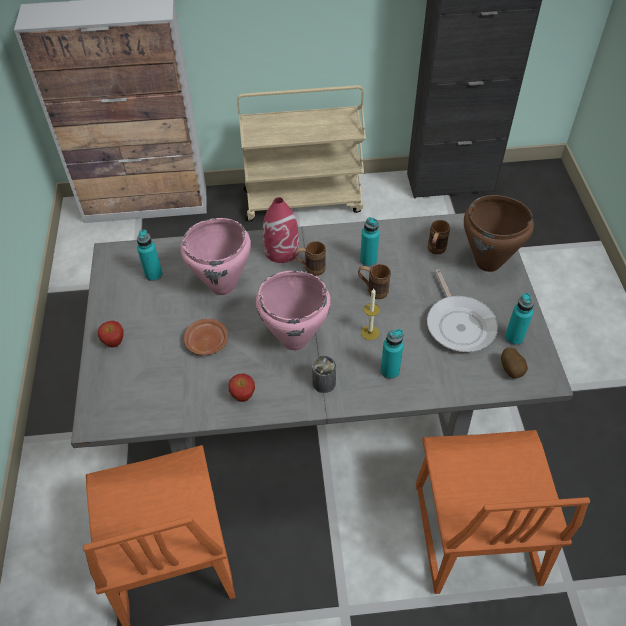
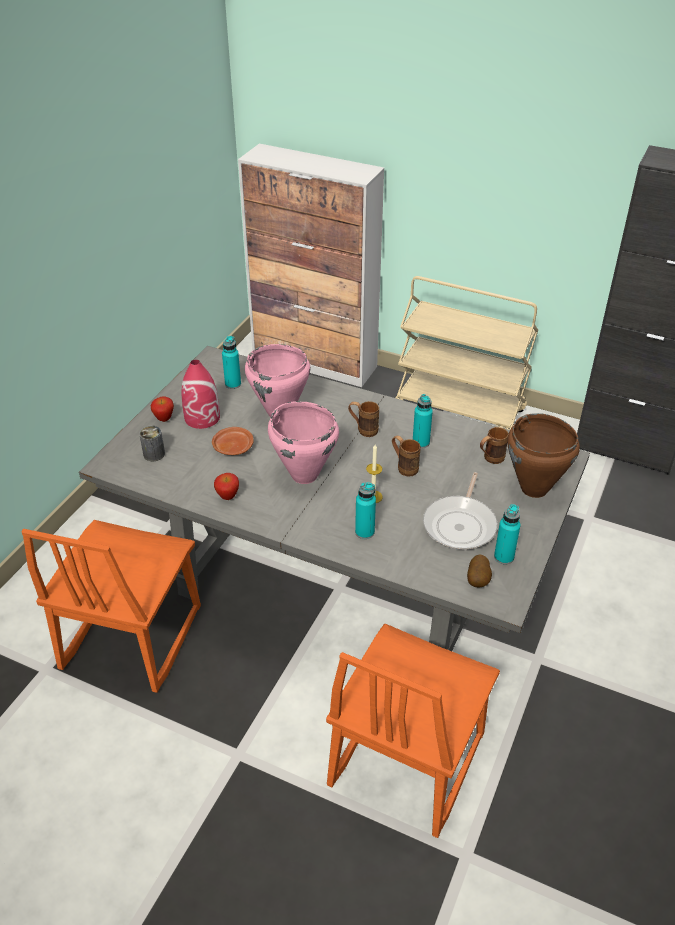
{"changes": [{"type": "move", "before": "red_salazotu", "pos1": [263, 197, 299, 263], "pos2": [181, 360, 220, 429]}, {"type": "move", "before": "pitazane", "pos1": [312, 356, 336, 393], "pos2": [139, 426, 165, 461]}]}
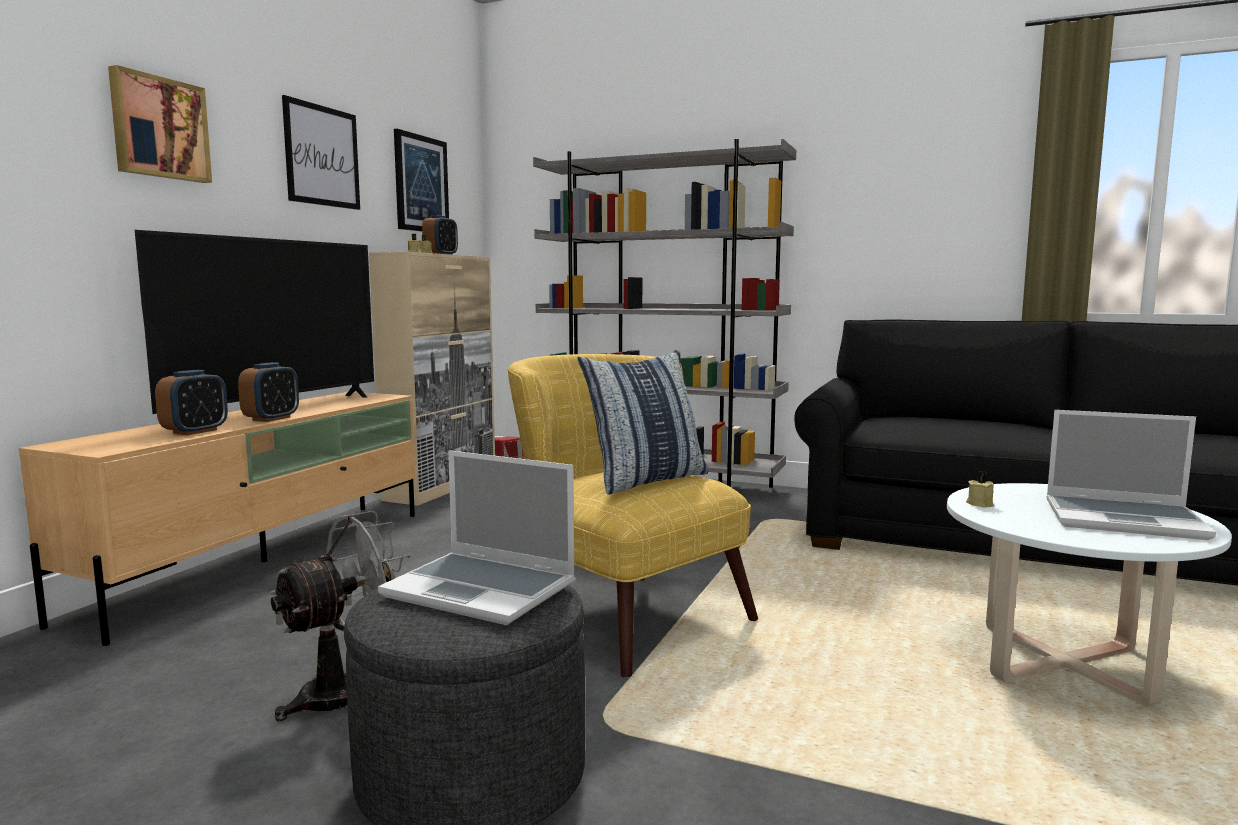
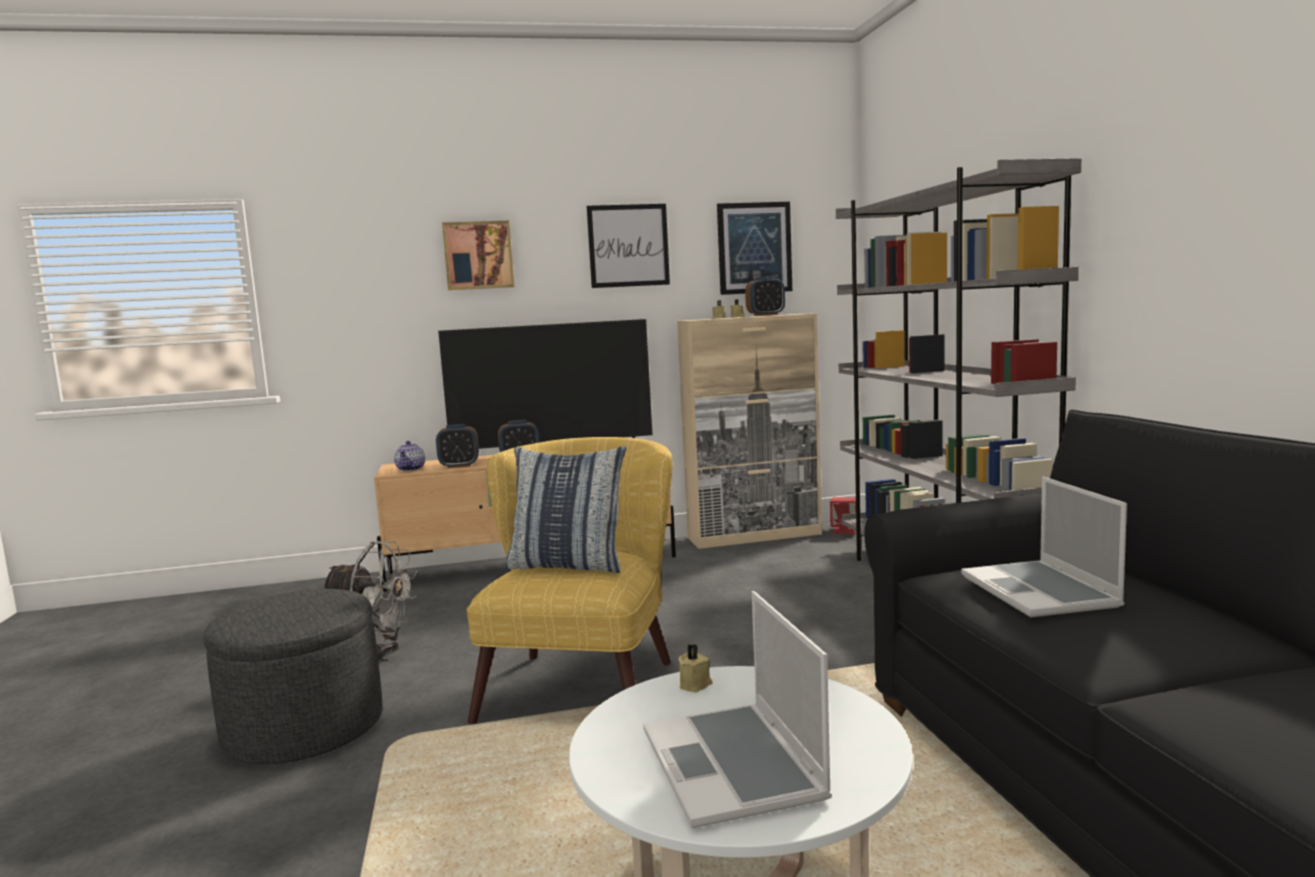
{"changes": [{"type": "move", "before": "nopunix", "pos1": [378, 450, 575, 625], "pos2": [961, 477, 1127, 617]}, {"type": "insert", "after": "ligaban", "pos2": [394, 441, 425, 471]}]}
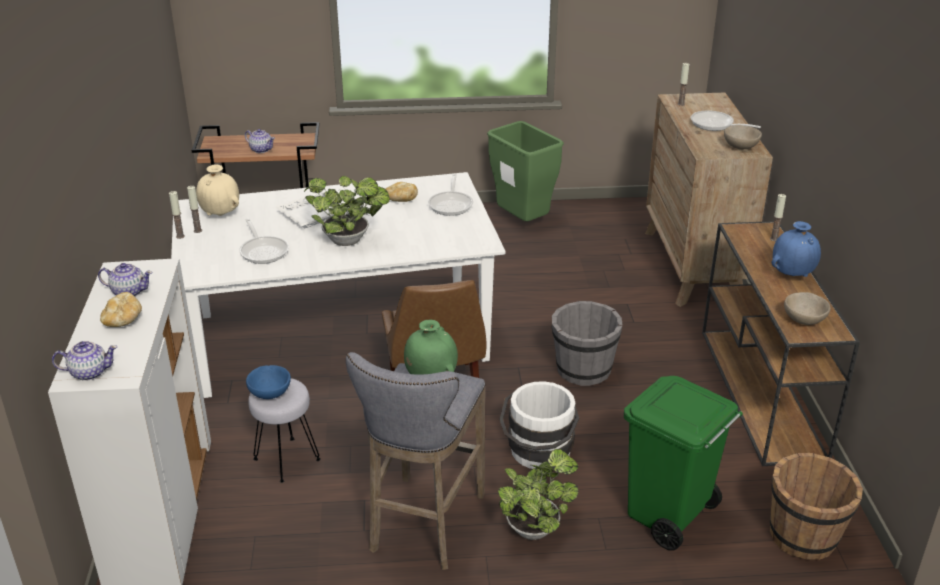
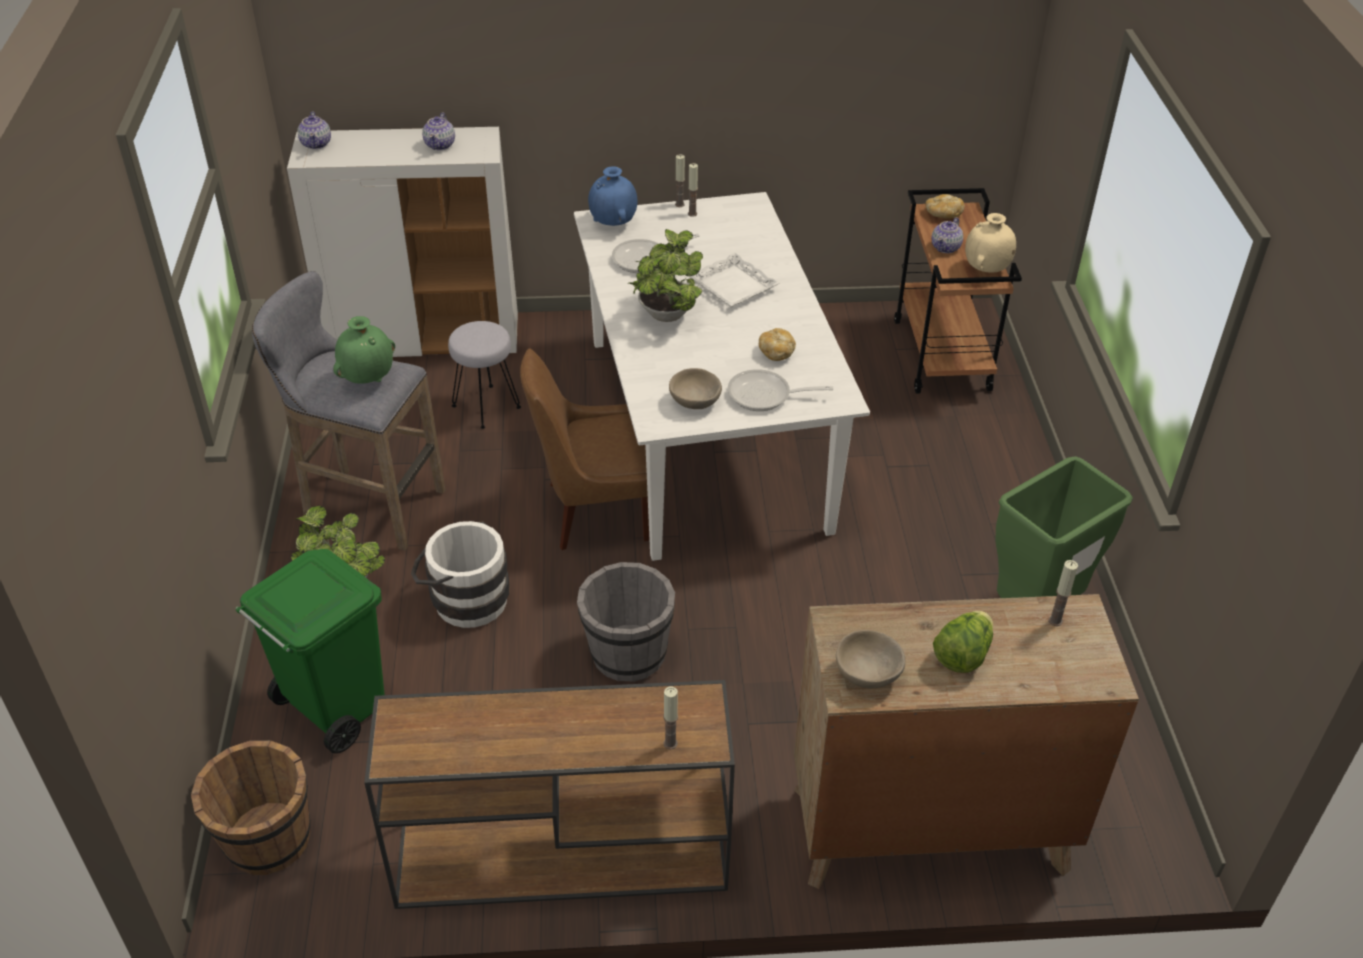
{"changes": [{"type": "replace", "before": "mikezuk", "after": "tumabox", "pos1": [691, 110, 761, 131], "pos2": [933, 611, 993, 673]}, {"type": "move", "before": "beige_salazotu", "pos1": [196, 165, 239, 216], "pos2": [965, 213, 1016, 273]}, {"type": "move", "before": "blue_salazotu", "pos1": [772, 221, 821, 277], "pos2": [588, 166, 638, 226]}, {"type": "move", "before": "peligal", "pos1": [100, 292, 142, 327], "pos2": [925, 194, 965, 219]}, {"type": "move", "before": "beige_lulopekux", "pos1": [784, 292, 830, 325], "pos2": [669, 368, 722, 409]}, {"type": "delete", "before": "blue_lulopekux", "pos1": [246, 365, 291, 399]}]}
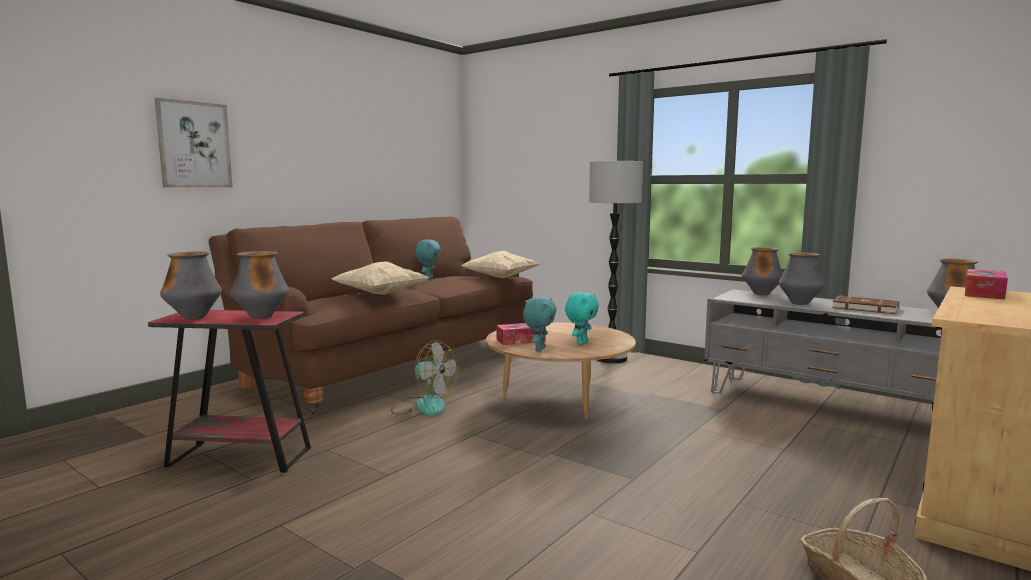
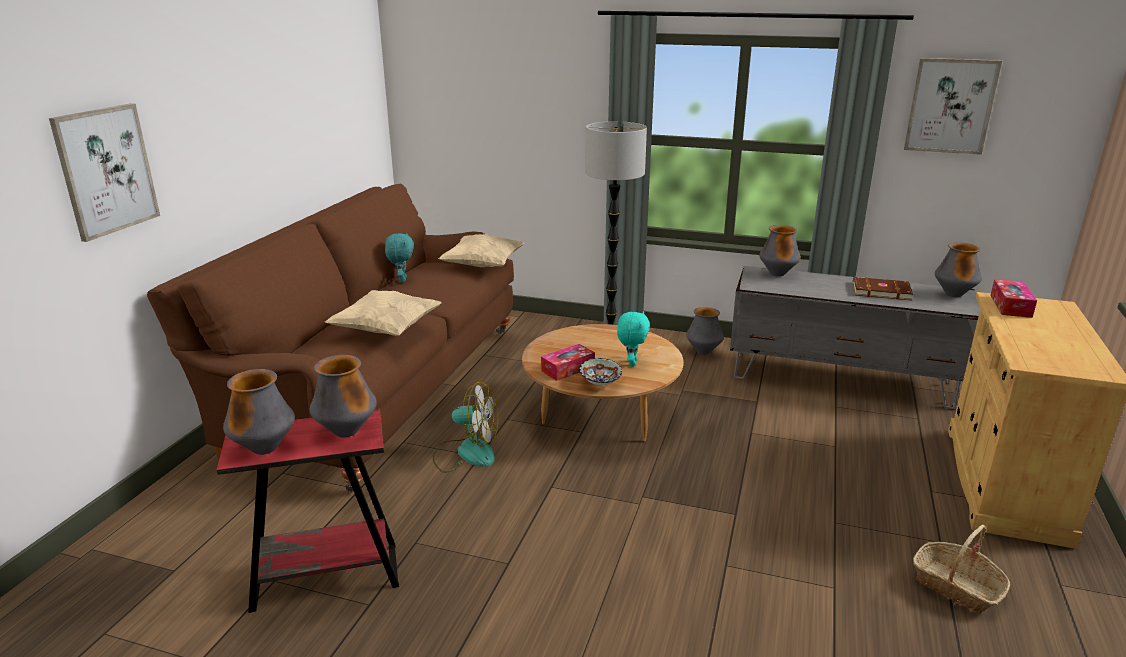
{"changes": [{"type": "move", "before": "salazotu", "pos1": [778, 252, 825, 305], "pos2": [686, 307, 724, 355]}, {"type": "replace", "before": "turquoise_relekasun", "after": "lulopekux", "pos1": [523, 297, 557, 351], "pos2": [579, 358, 622, 386]}, {"type": "insert", "after": "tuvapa", "pos2": [904, 58, 1002, 155]}]}
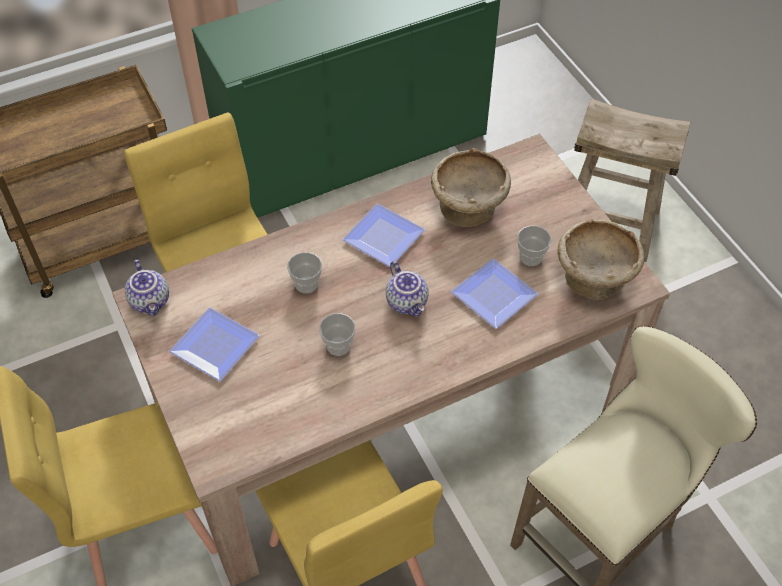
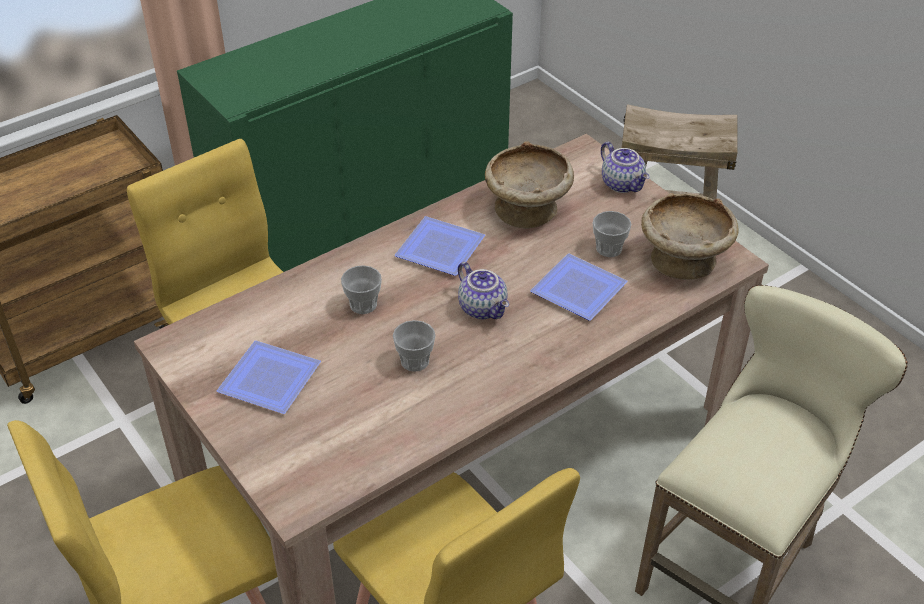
{"changes": [{"type": "move", "before": "ligaban", "pos1": [125, 259, 169, 316], "pos2": [601, 142, 649, 193]}]}
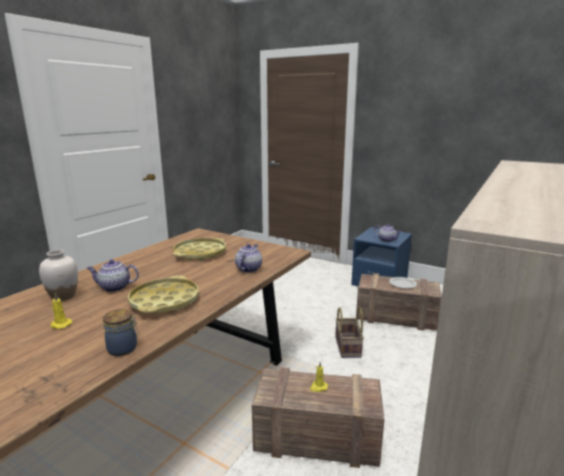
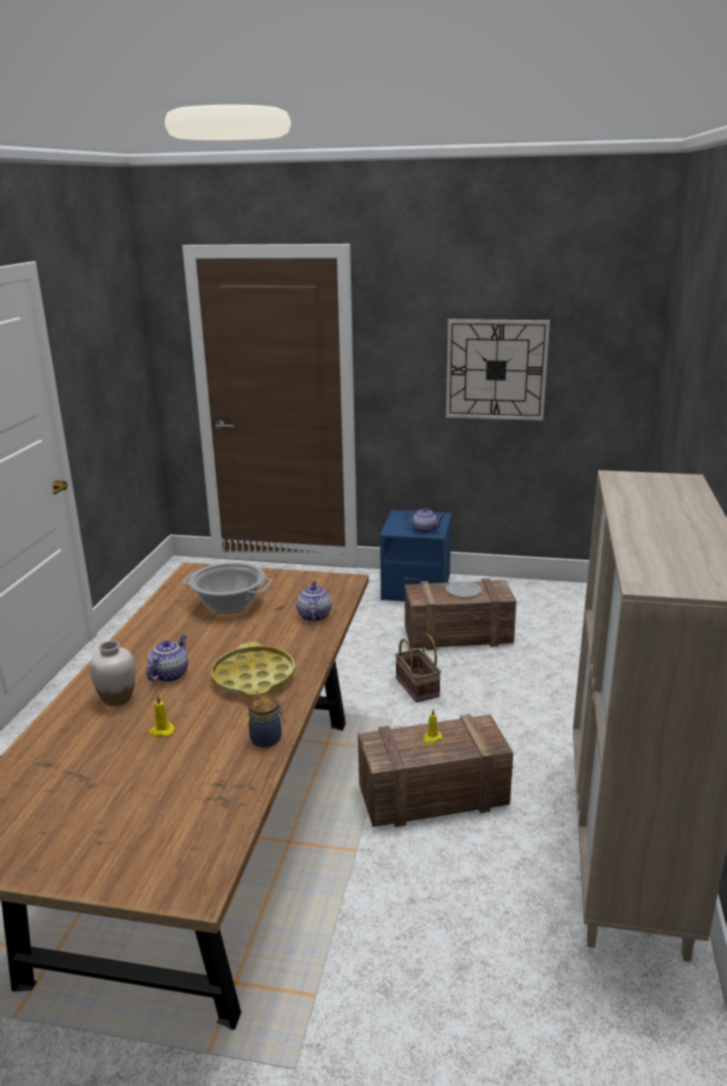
{"changes": [{"type": "replace", "before": "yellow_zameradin", "after": "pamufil", "pos1": [173, 238, 226, 261], "pos2": [182, 562, 273, 614]}, {"type": "rotate", "before": "ligaban", "pos1": [87, 260, 139, 292], "pos2": [146, 635, 188, 682], "turn": 135}, {"type": "insert", "after": "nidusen", "pos2": [446, 319, 550, 421]}]}
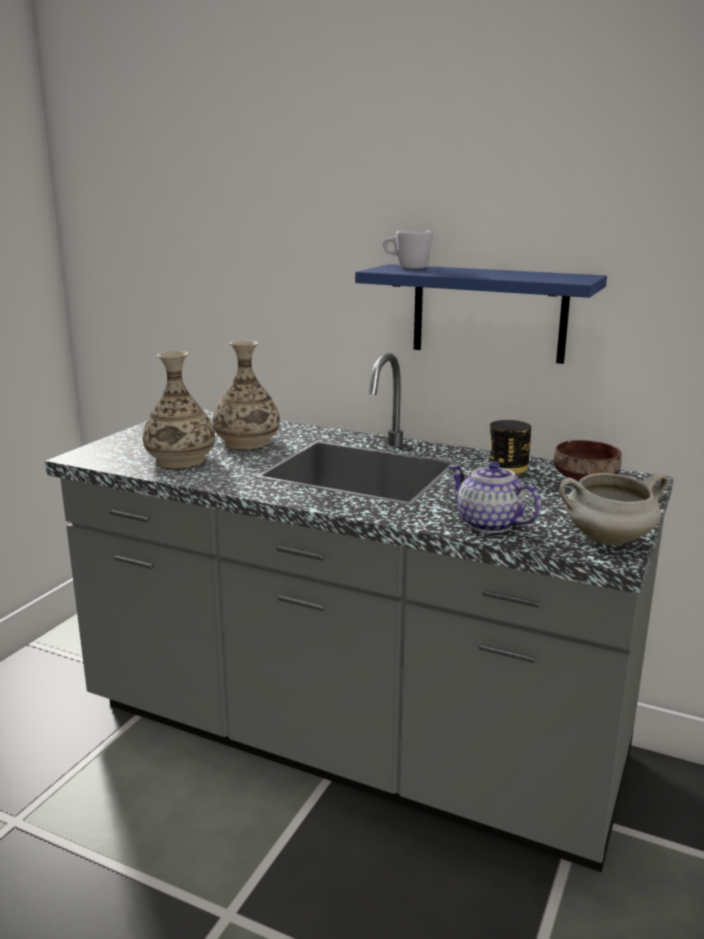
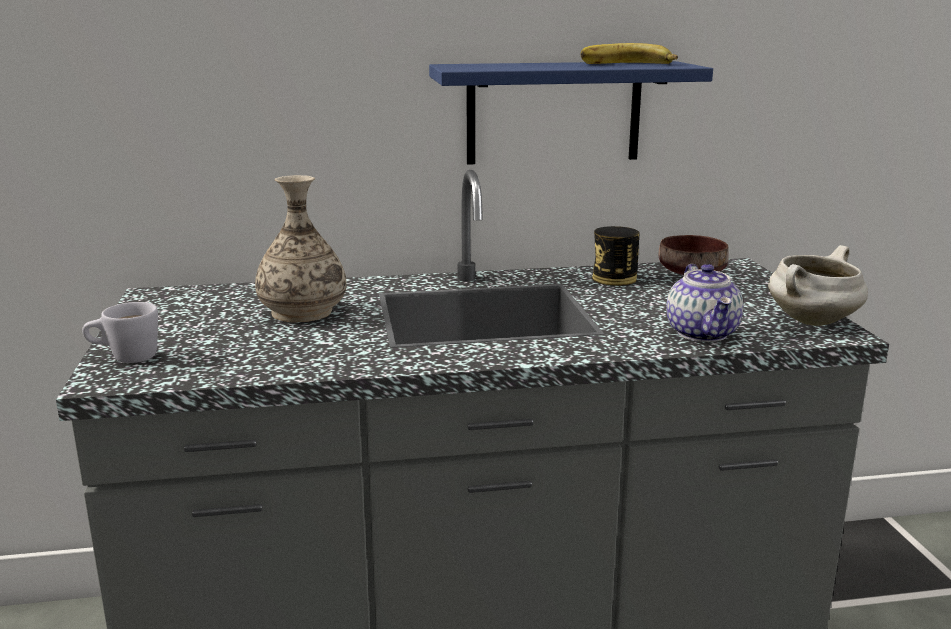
{"changes": [{"type": "move", "before": "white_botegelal", "pos1": [383, 230, 433, 269], "pos2": [82, 302, 158, 363]}, {"type": "delete", "before": "salazotu", "pos1": [143, 351, 215, 468]}, {"type": "rotate", "before": "ligaban", "pos1": [448, 461, 541, 533], "pos2": [667, 264, 743, 342], "turn": -105}, {"type": "insert", "after": "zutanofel", "pos2": [580, 43, 678, 64]}]}
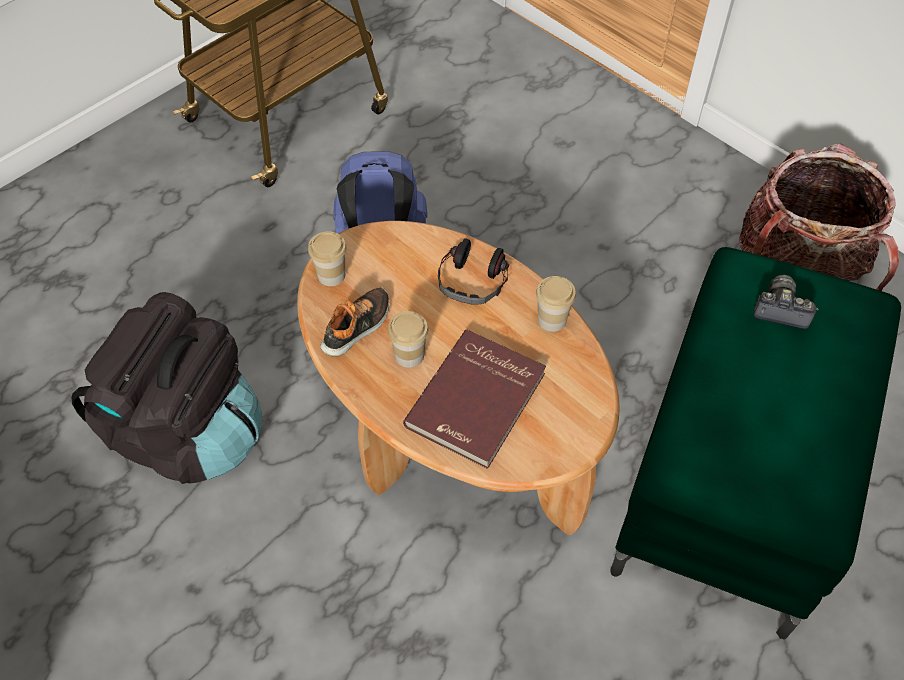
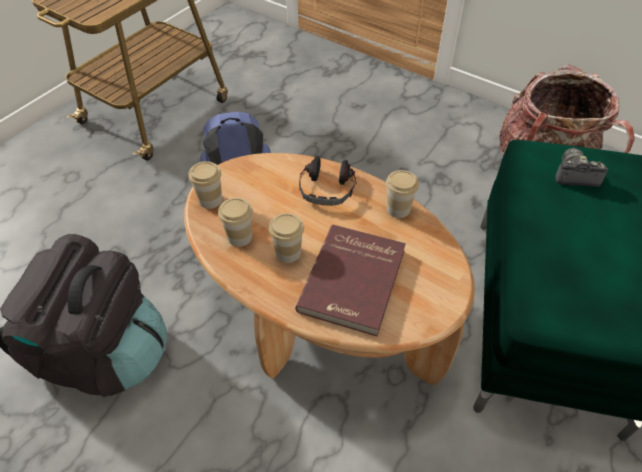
{"changes": [{"type": "replace", "before": "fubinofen", "after": "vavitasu", "pos1": [320, 287, 389, 357], "pos2": [218, 198, 253, 247]}]}
